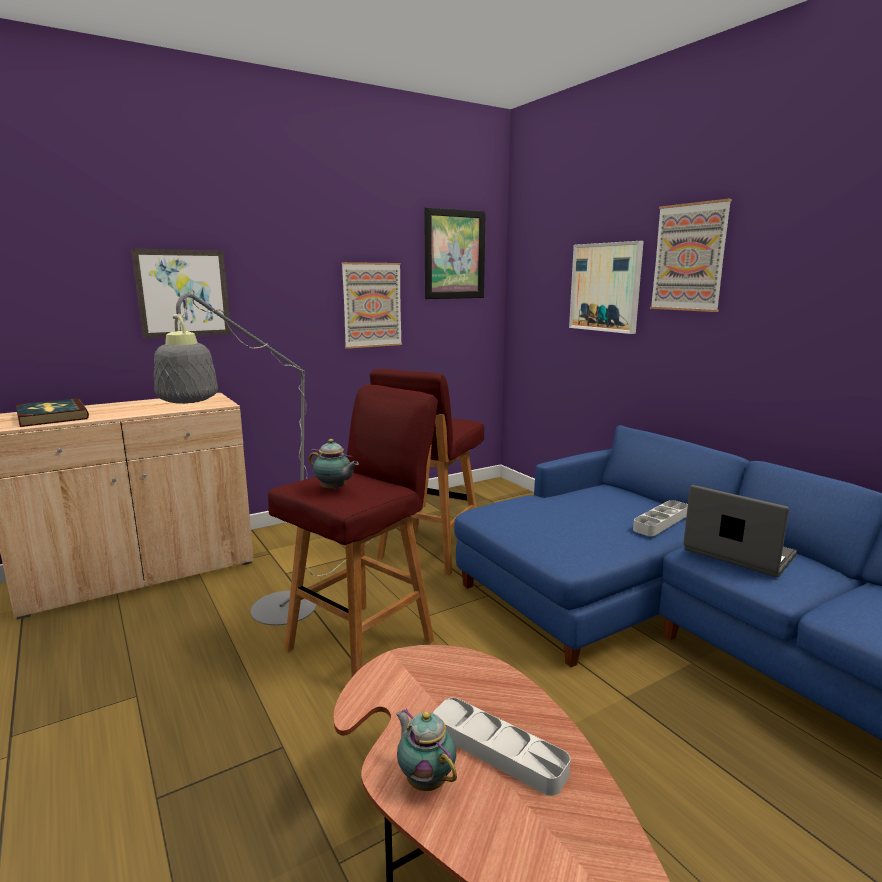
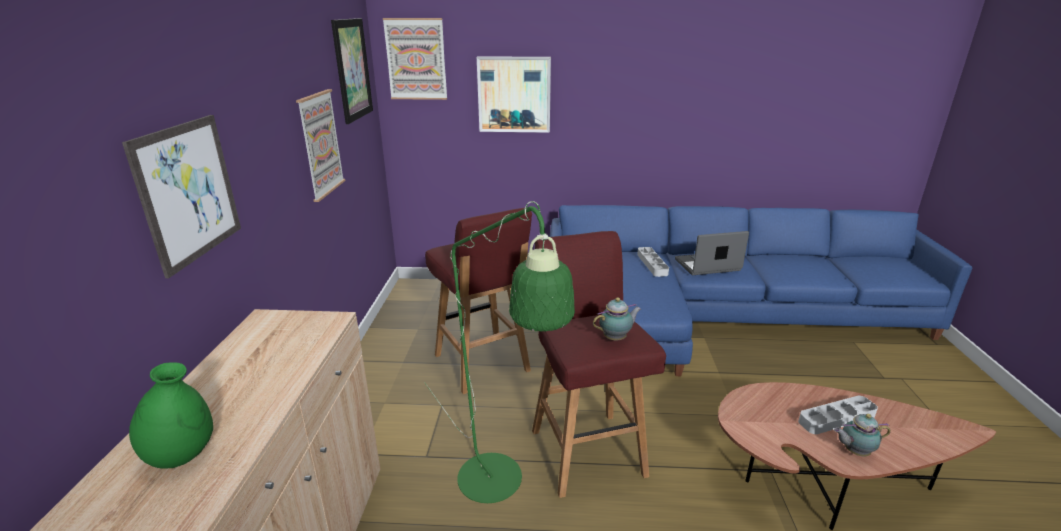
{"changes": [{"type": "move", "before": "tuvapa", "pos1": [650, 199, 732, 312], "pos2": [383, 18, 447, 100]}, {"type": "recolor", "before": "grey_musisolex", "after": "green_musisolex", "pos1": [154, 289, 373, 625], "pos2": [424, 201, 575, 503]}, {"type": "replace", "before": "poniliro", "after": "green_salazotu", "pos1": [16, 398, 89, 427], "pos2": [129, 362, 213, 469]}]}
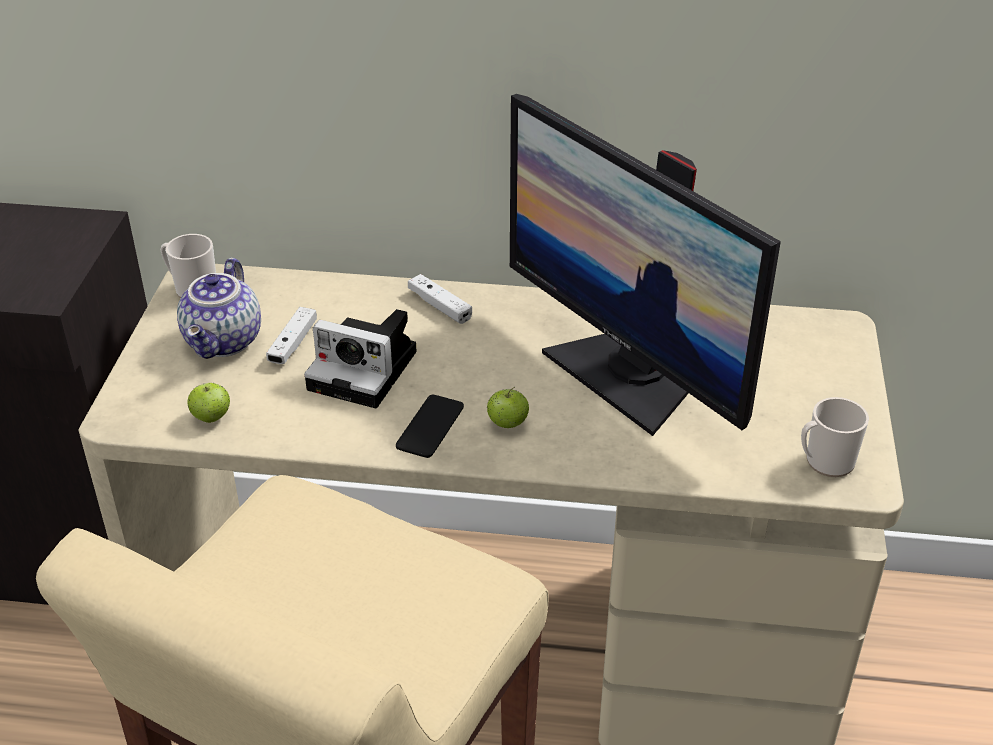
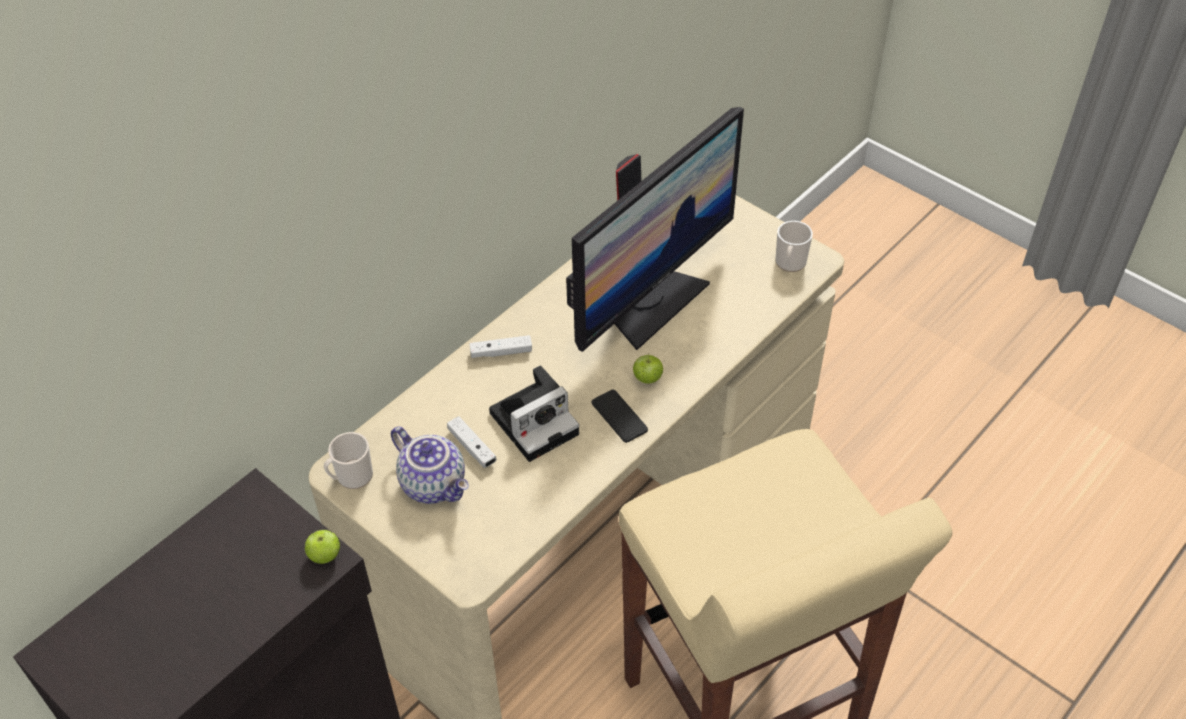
{"changes": [{"type": "rotate", "before": "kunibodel", "pos1": [510, 94, 781, 436], "pos2": [566, 107, 744, 352], "turn": -45}, {"type": "move", "before": "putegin", "pos1": [187, 382, 230, 423], "pos2": [305, 530, 340, 564]}]}
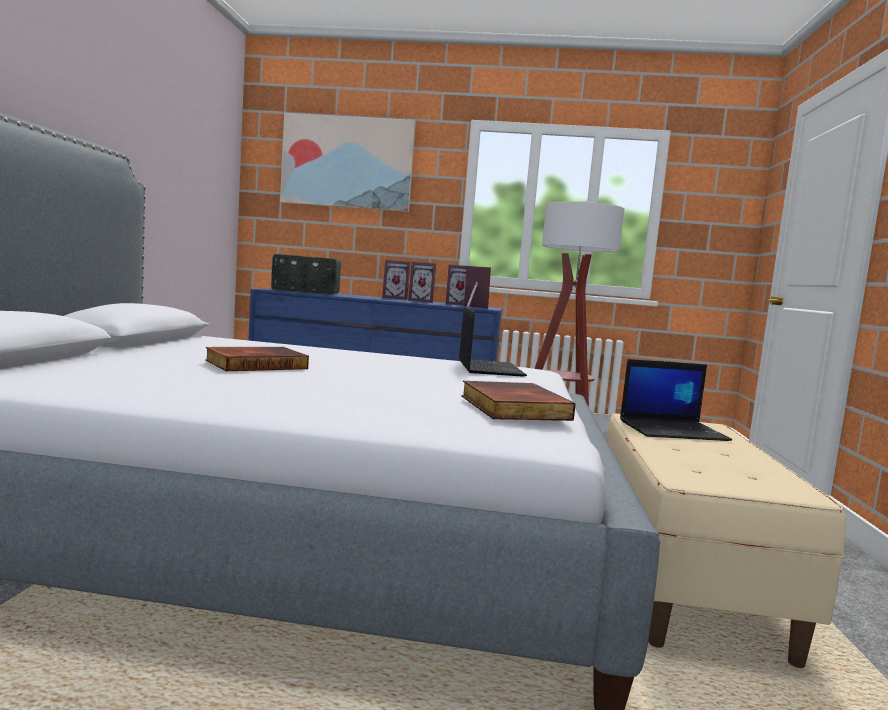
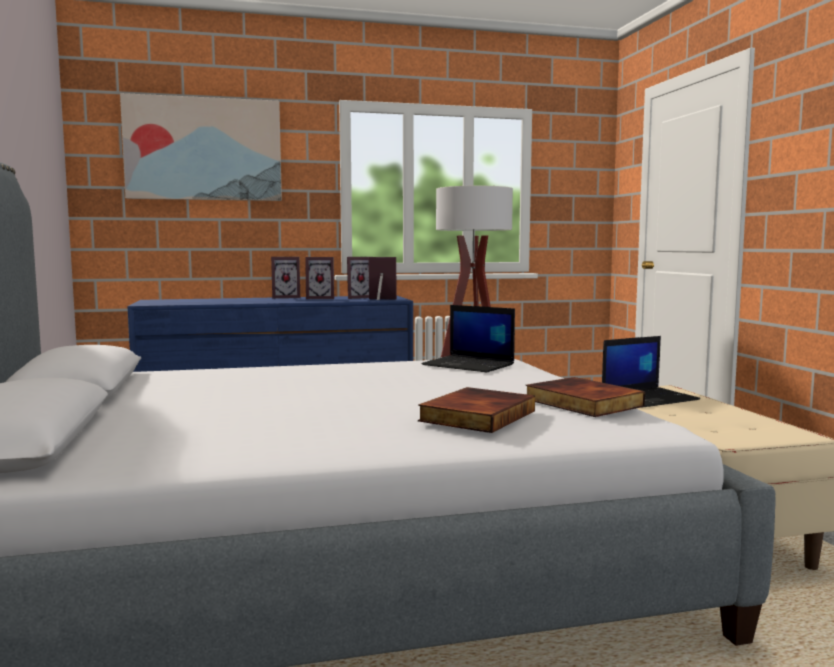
{"changes": [{"type": "delete", "before": "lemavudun", "pos1": [271, 254, 341, 295]}, {"type": "rotate", "before": "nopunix", "pos1": [459, 307, 527, 377], "pos2": [422, 305, 515, 372], "turn": 150}, {"type": "move", "before": "poniliro", "pos1": [205, 347, 309, 371], "pos2": [418, 387, 535, 433]}]}
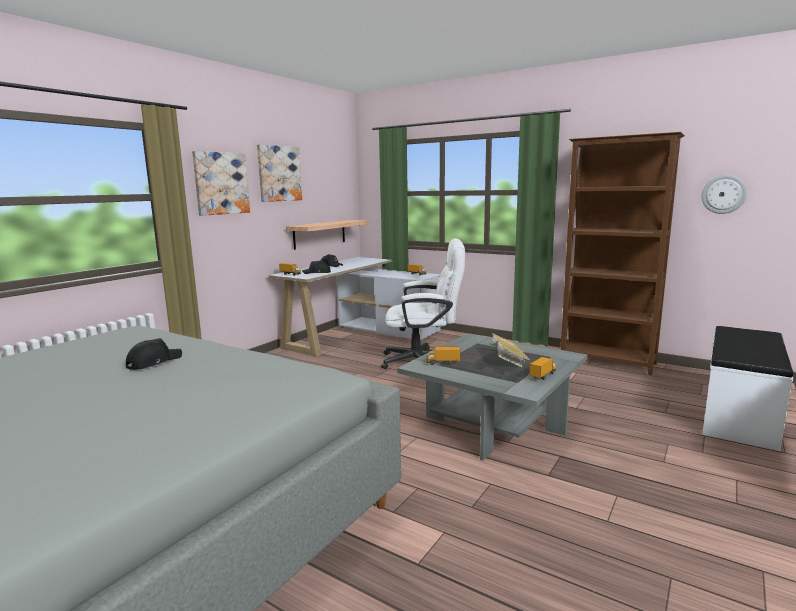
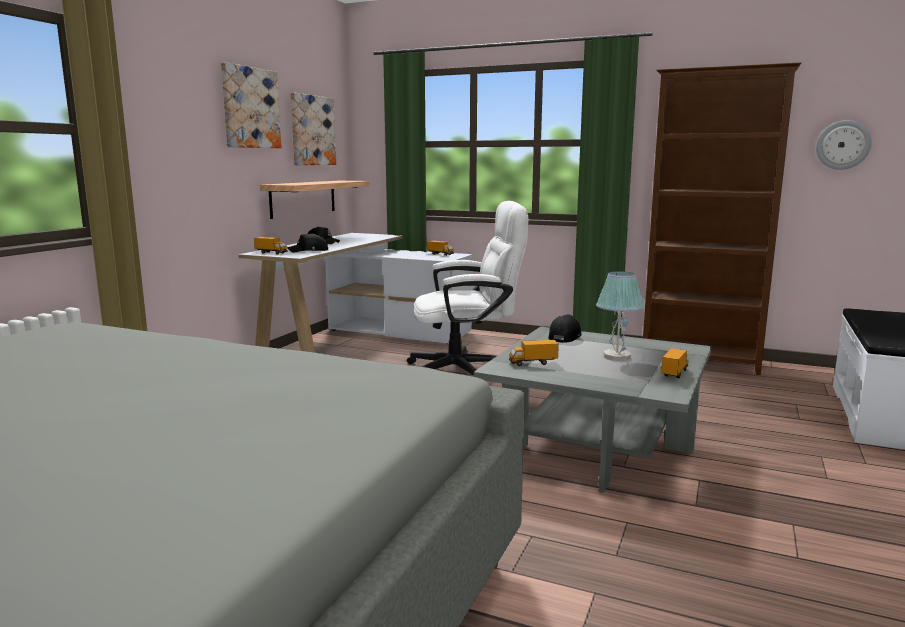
{"changes": [{"type": "move", "before": "tuvapa", "pos1": [192, 151, 250, 216], "pos2": [291, 93, 336, 165]}, {"type": "replace", "before": "poniliro", "after": "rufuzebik", "pos1": [491, 333, 530, 367], "pos2": [596, 271, 644, 361]}, {"type": "move", "before": "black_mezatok", "pos1": [126, 338, 182, 370], "pos2": [548, 314, 582, 343]}]}
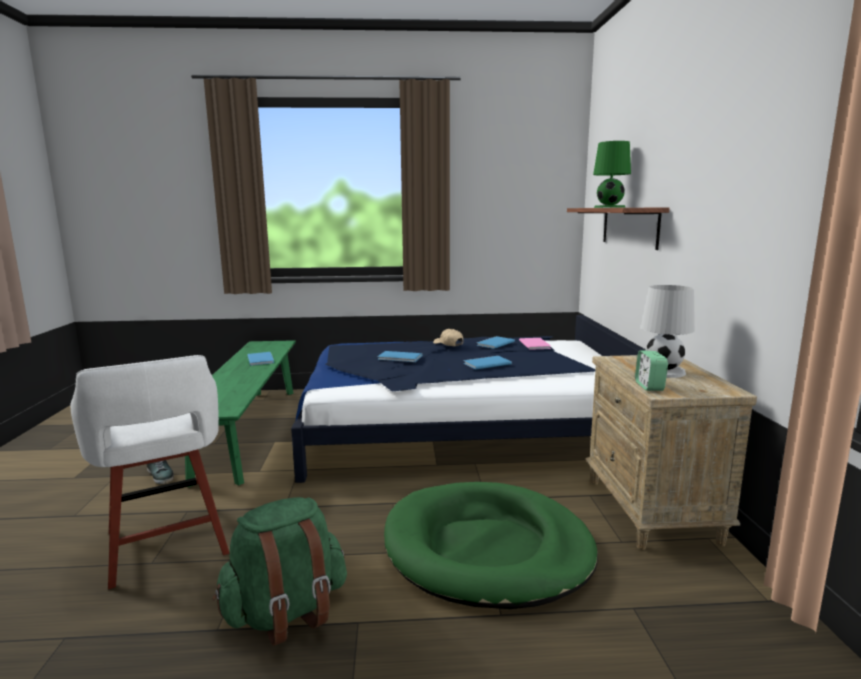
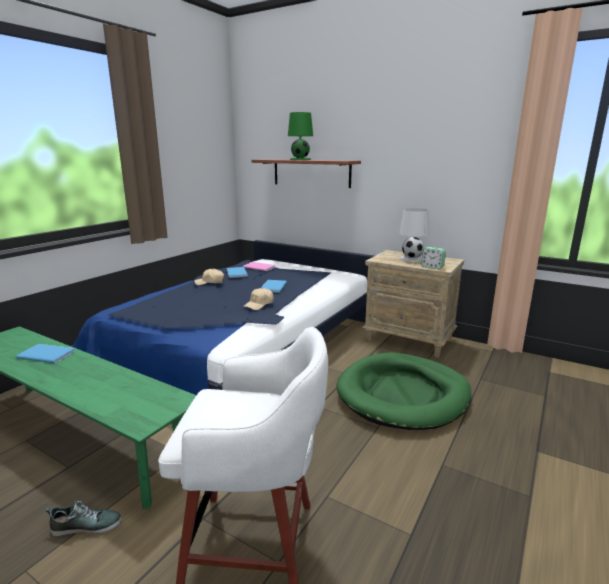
{"changes": [{"type": "delete", "before": "blue_poniliro", "pos1": [377, 351, 423, 362]}, {"type": "delete", "before": "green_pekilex", "pos1": [213, 497, 347, 646]}, {"type": "insert", "after": "beige_mezatok", "pos2": [243, 288, 274, 310]}]}
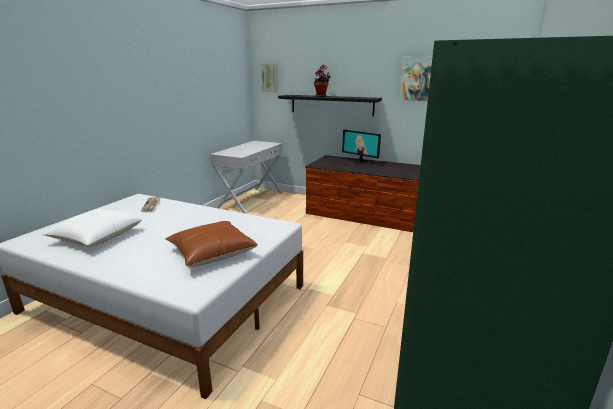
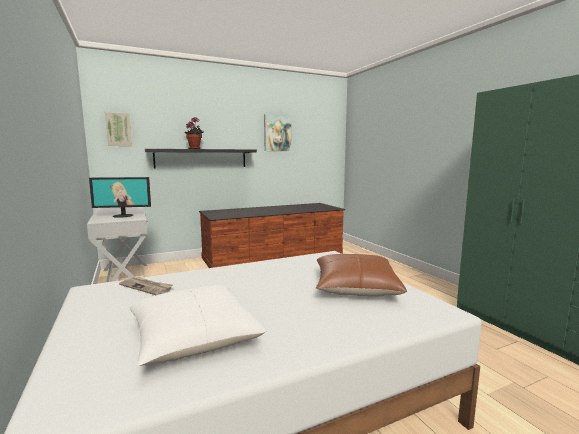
{"changes": [{"type": "move", "before": "kunibodel", "pos1": [342, 130, 381, 164], "pos2": [89, 177, 151, 218]}]}
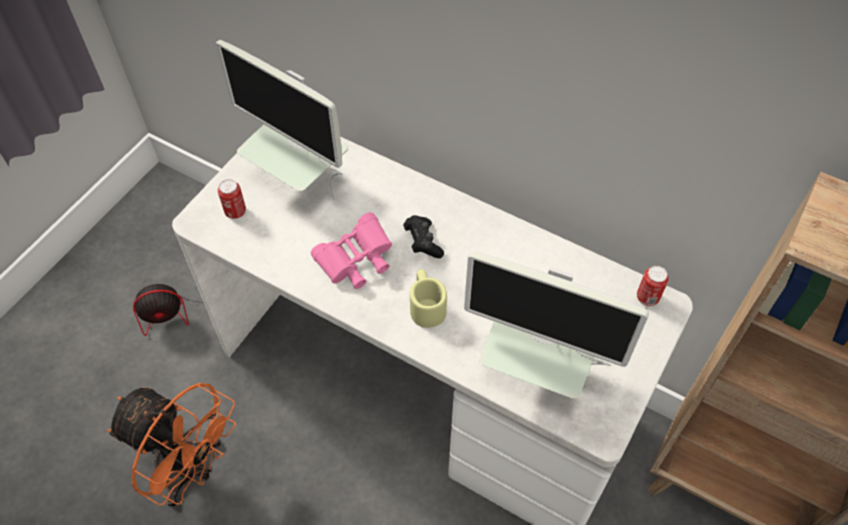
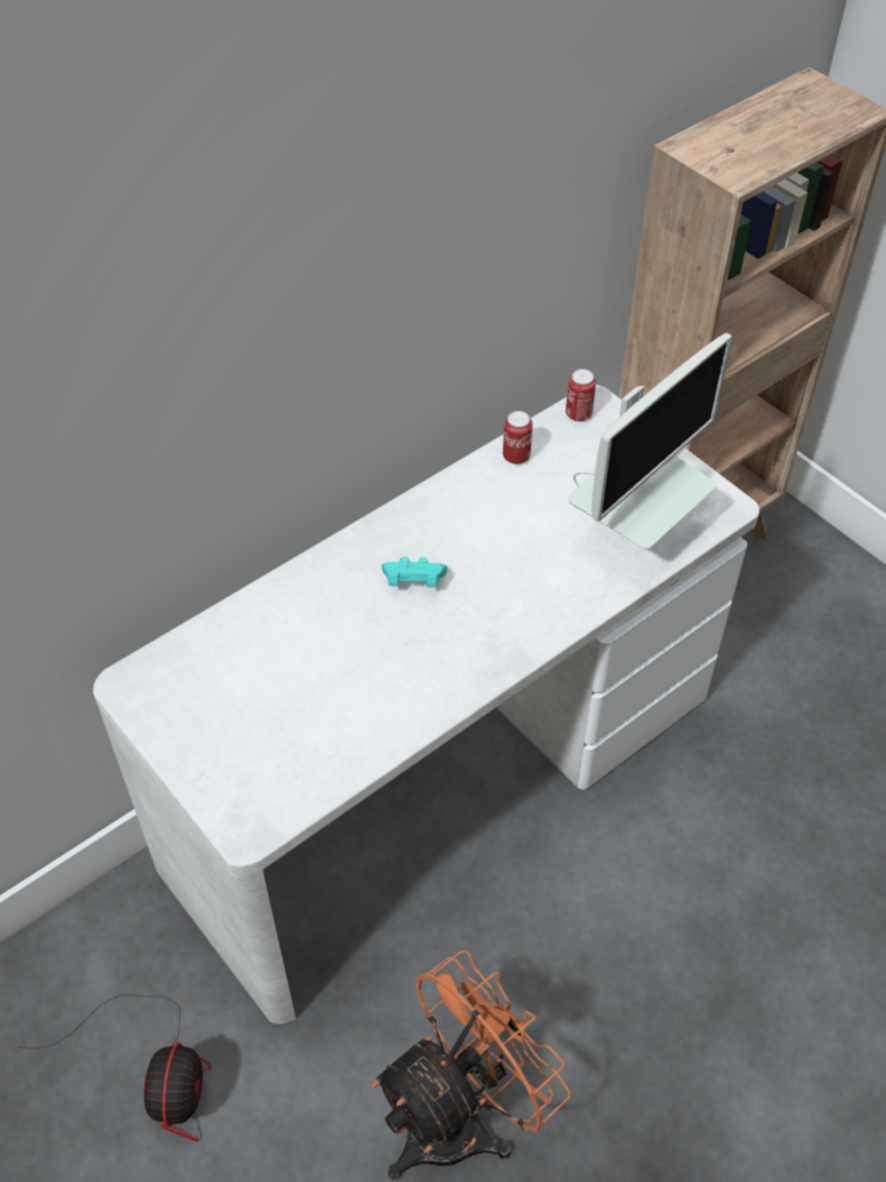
{"changes": [{"type": "delete", "before": "kunibodel", "pos1": [216, 40, 348, 200]}, {"type": "move", "before": "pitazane", "pos1": [218, 179, 246, 219], "pos2": [503, 411, 533, 464]}, {"type": "delete", "before": "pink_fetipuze", "pos1": [311, 212, 392, 289]}, {"type": "recolor", "before": "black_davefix", "after": "turquoise_davefix", "pos1": [403, 215, 444, 258], "pos2": [382, 557, 448, 587]}, {"type": "delete", "before": "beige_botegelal", "pos1": [410, 269, 447, 328]}]}
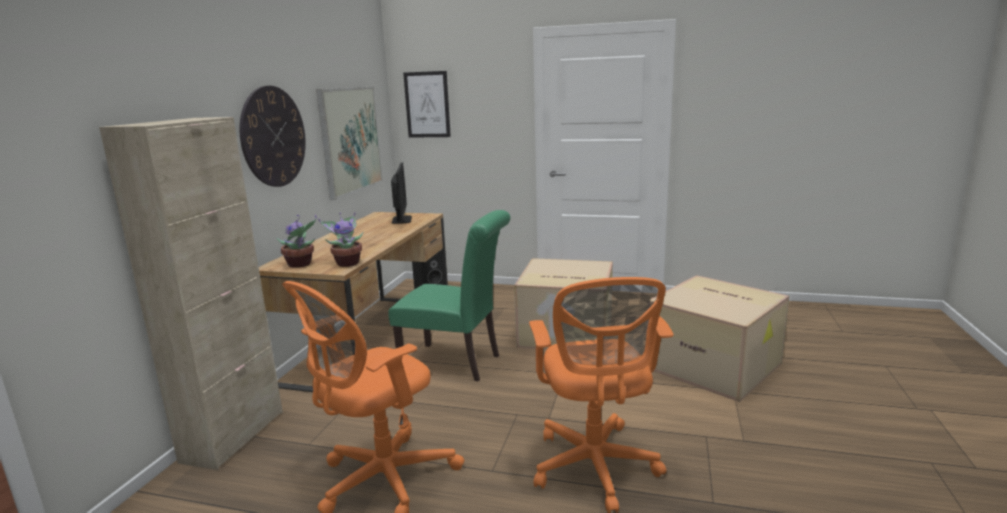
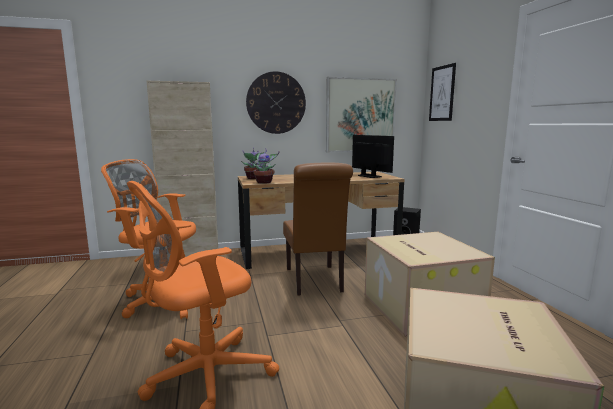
{"changes": [{"type": "rotate", "before": "kunibodel", "pos1": [391, 162, 412, 224], "pos2": [352, 135, 394, 178], "turn": -90}, {"type": "recolor", "before": "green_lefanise", "after": "brown_lefanise", "pos1": [388, 210, 510, 382], "pos2": [283, 163, 353, 296]}]}
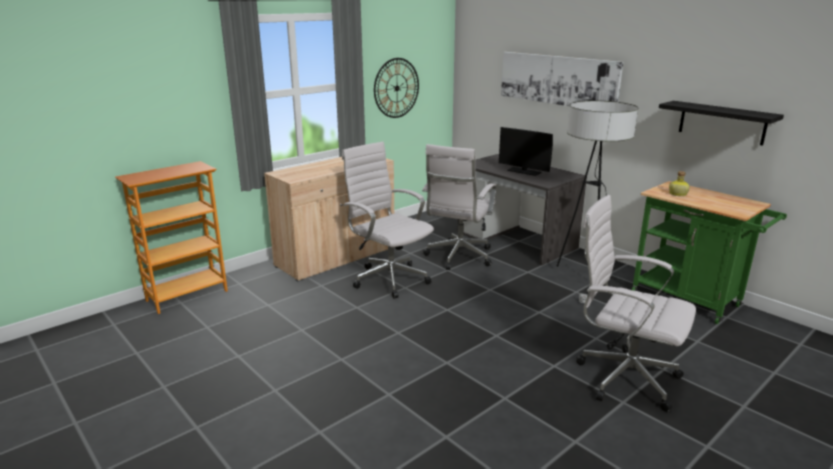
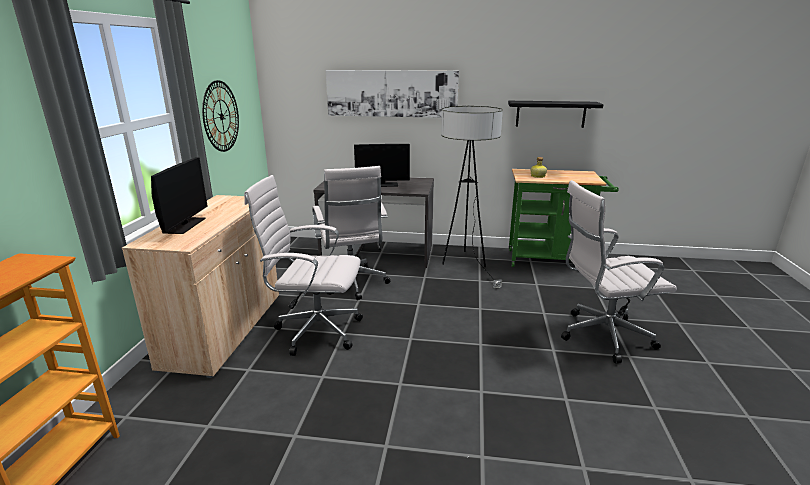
{"changes": [{"type": "insert", "after": "kunibodel", "pos2": [151, 157, 208, 234]}]}
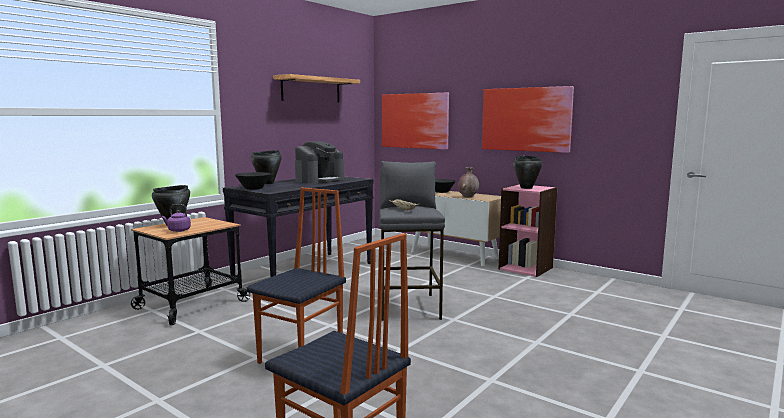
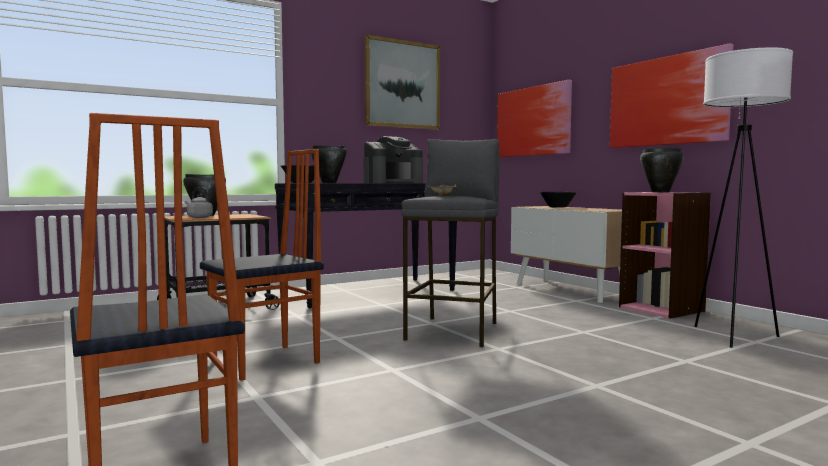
{"changes": [{"type": "replace", "before": "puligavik", "after": "tuvapa", "pos1": [273, 74, 360, 102], "pos2": [364, 34, 440, 130]}, {"type": "delete", "before": "brown_salazotu", "pos1": [458, 167, 479, 198]}, {"type": "recolor", "before": "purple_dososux", "after": "grey_dososux", "pos1": [162, 204, 191, 232], "pos2": [185, 187, 213, 218]}, {"type": "insert", "after": "white_musisolex", "pos2": [695, 48, 793, 348]}]}
